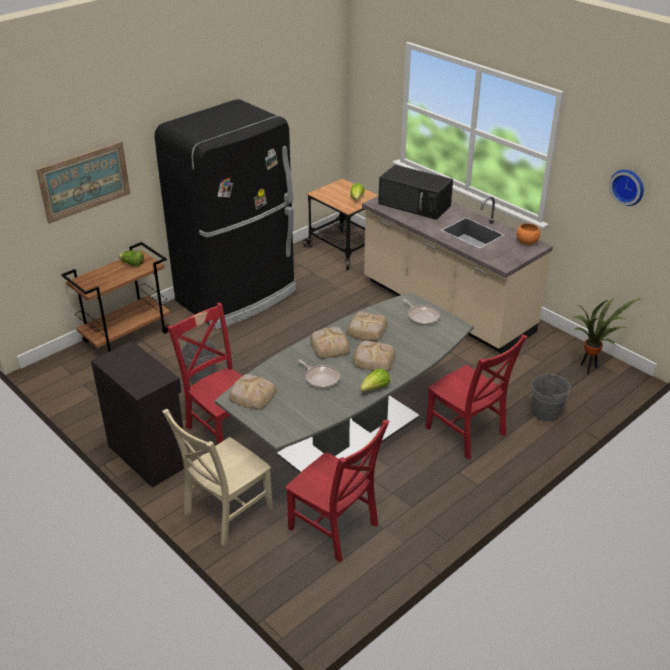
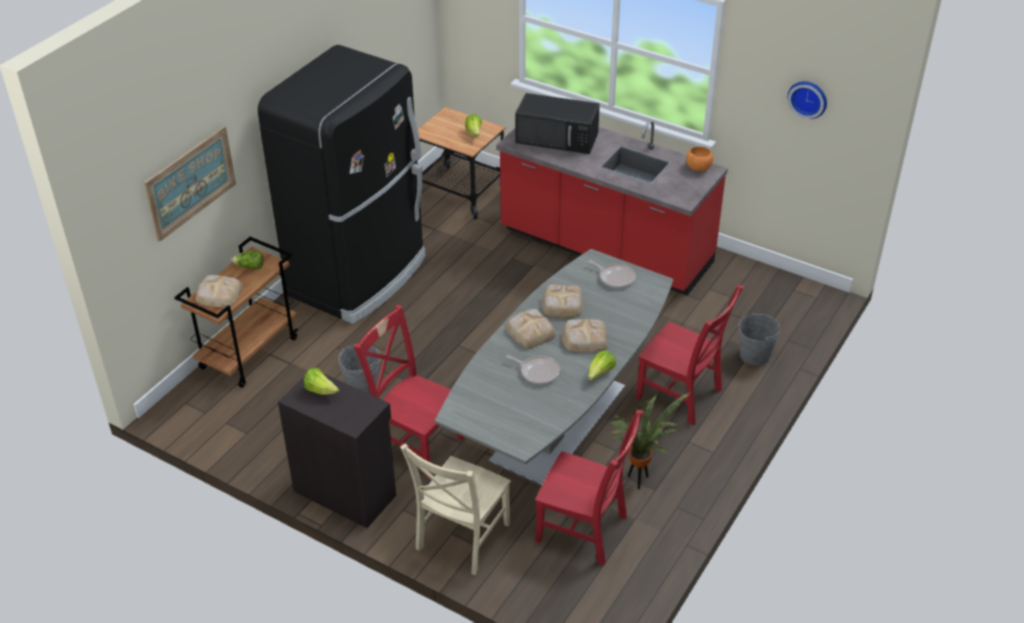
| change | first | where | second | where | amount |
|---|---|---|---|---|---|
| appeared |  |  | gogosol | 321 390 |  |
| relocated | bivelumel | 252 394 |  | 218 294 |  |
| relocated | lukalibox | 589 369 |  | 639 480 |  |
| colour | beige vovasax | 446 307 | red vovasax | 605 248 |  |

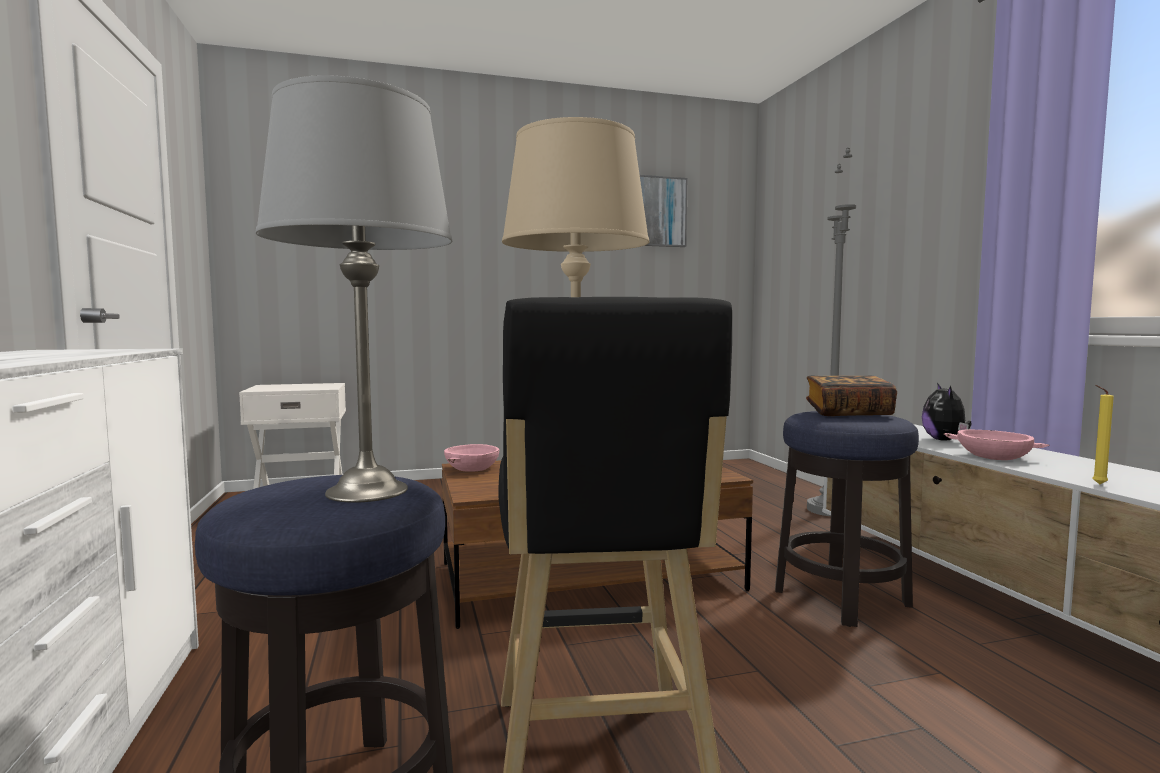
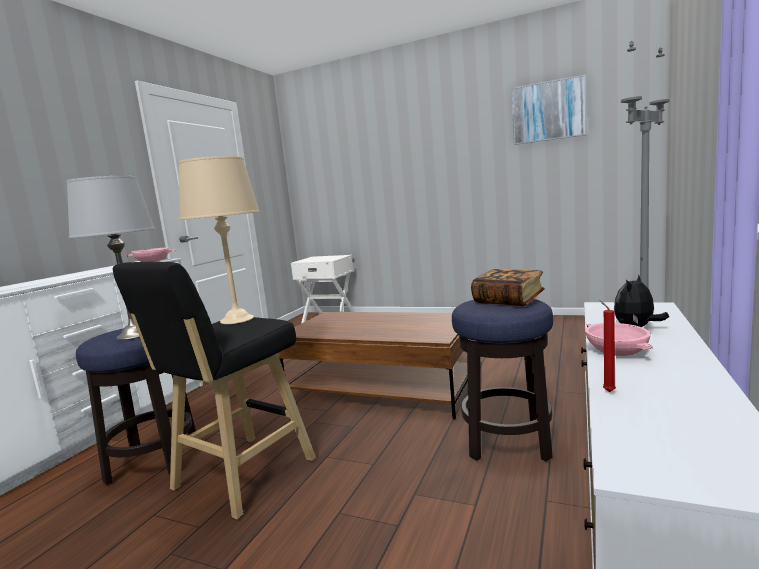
| change | first | where | second | where | amount |
|---|---|---|---|---|---|
| relocated | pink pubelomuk | 471 468 |  | 152 261 |  |
| colour | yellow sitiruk | 1097 484 | red sitiruk | 607 391 |  |

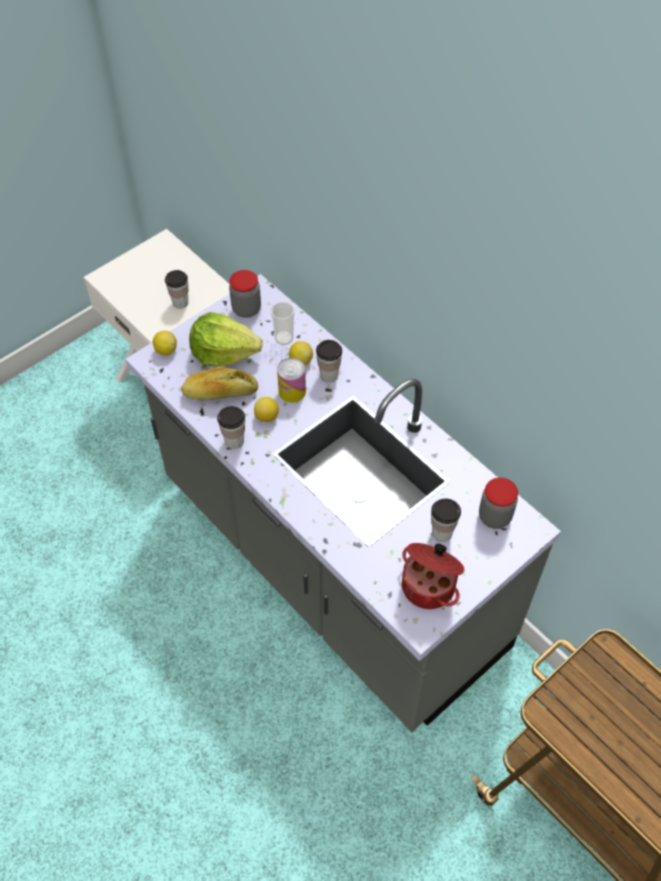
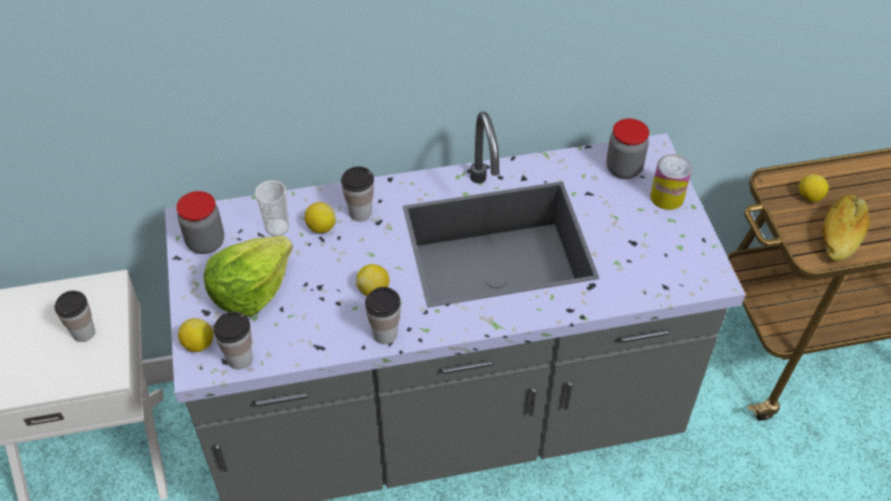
| change | first | where | second | where | amount |
|---|---|---|---|---|---|
| missing | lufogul | 429 585 |  |  |  |
| appeared |  |  | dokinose | 809 197 |  |
| relocated | bivelumel | 220 392 |  | 840 235 |  |
| relocated | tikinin | 292 391 |  | 667 197 |  |
| relocated | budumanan | 442 533 |  | 240 359 |  |

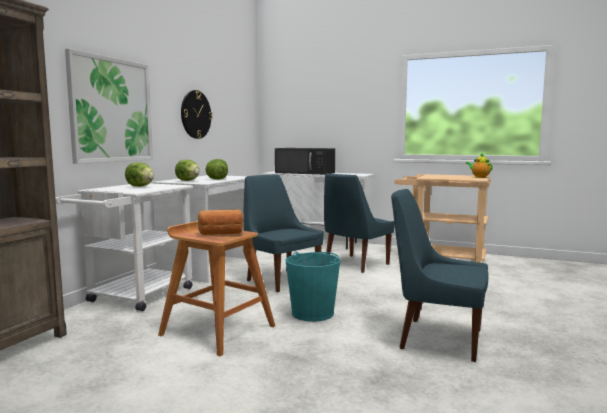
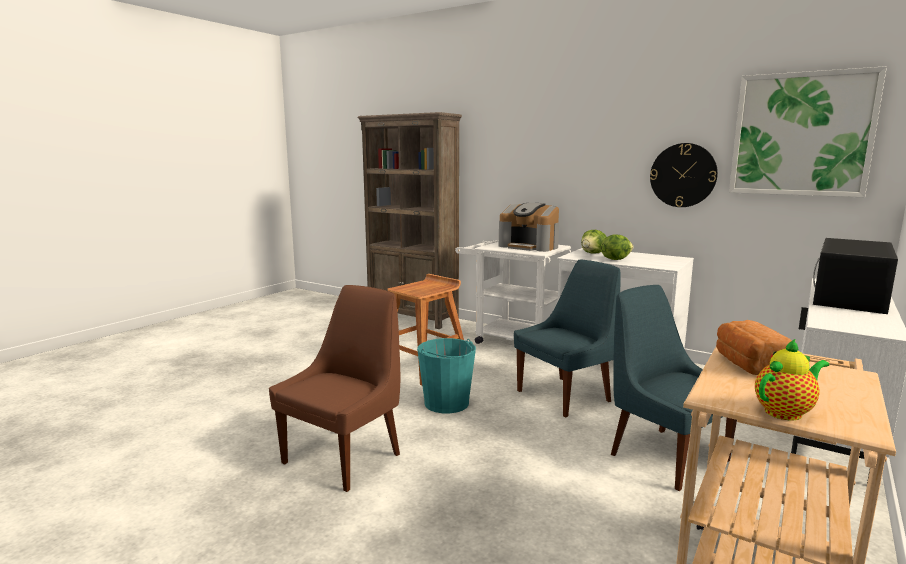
| change | first | where | second | where | amount |
|---|---|---|---|---|---|
| relocated | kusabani | 111 110 |  | 801 134 |  |
| relocated | bivelumel | 221 234 |  | 748 365 |  |
| exchanged | gogosol | 141 186 | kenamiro | 529 246 |  |
| colour | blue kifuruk | 437 338 | brown kifuruk | 345 457 |  |

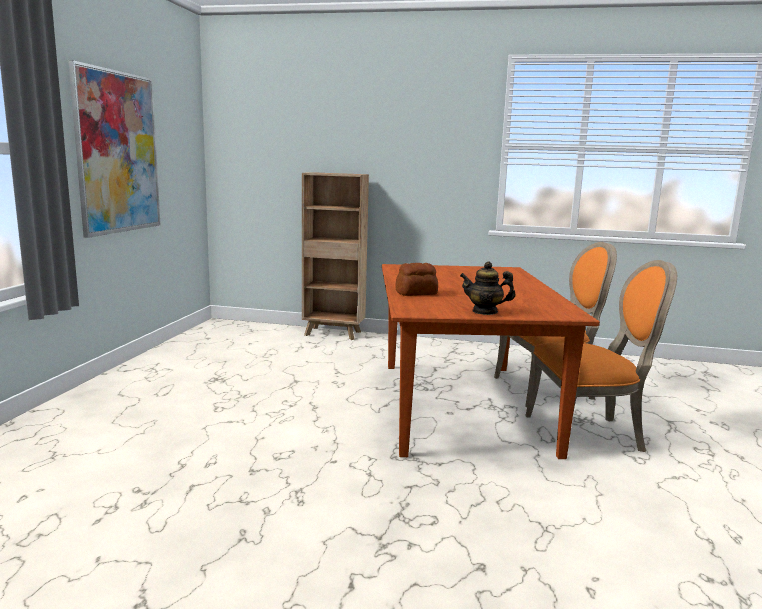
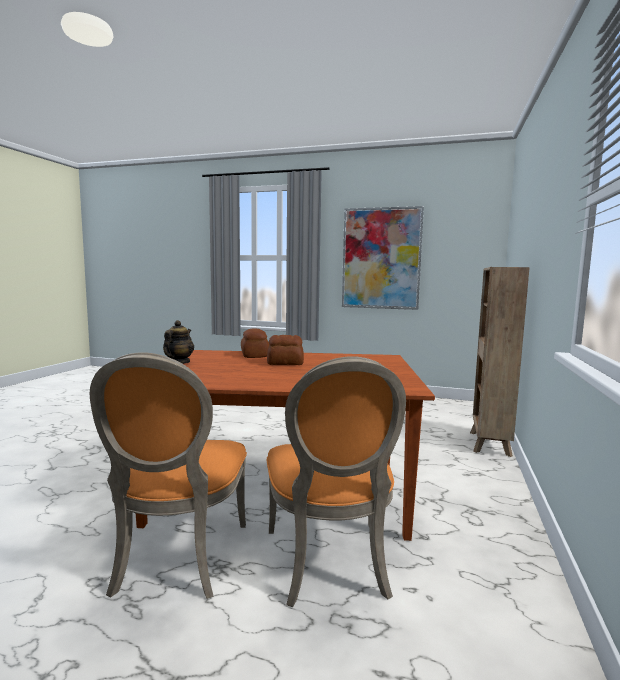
| change | first | where | second | where | amount |
|---|---|---|---|---|---|
| appeared |  |  | bivelumel | 285 363 |  |

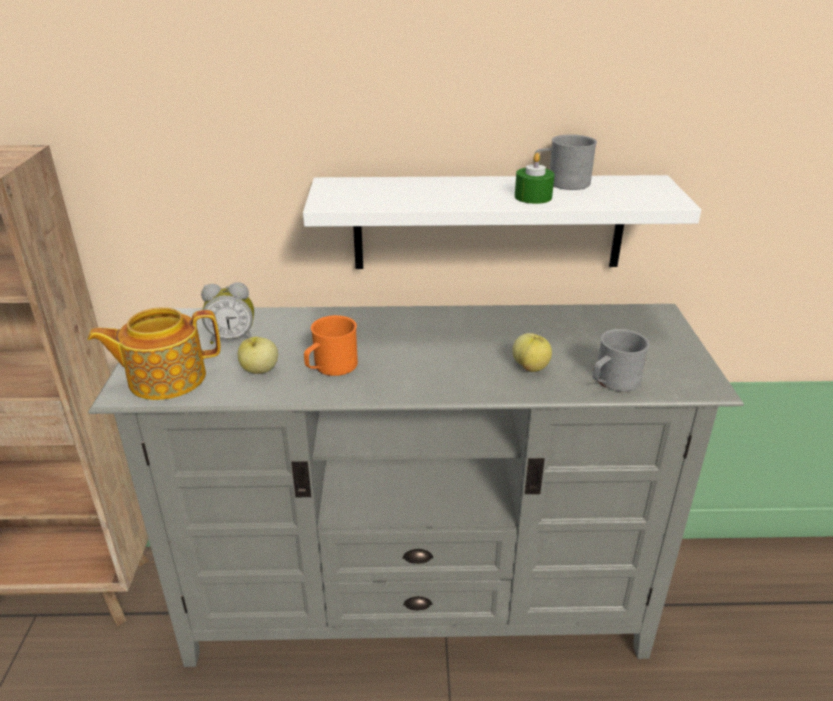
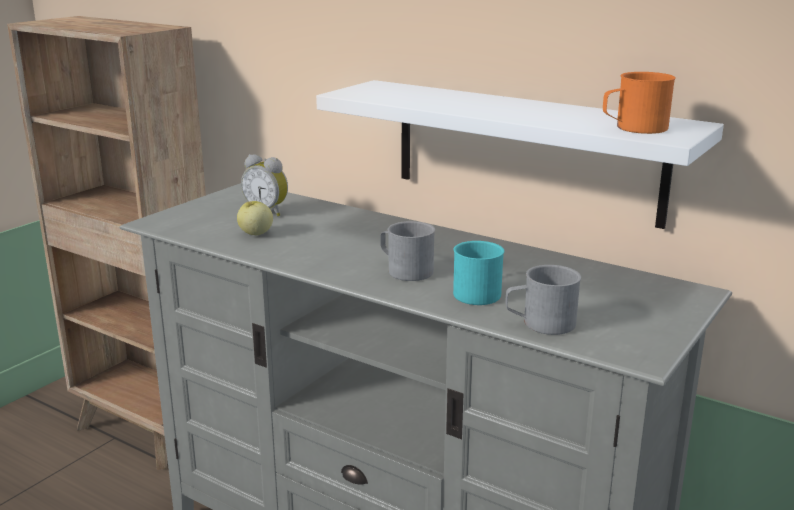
| change | first | where | second | where | amount |
|---|---|---|---|---|---|
| missing | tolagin | 165 378 |  |  |  |
| missing | green sitiruk | 533 197 |  |  |  |
| relocated | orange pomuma | 330 367 |  | 634 128 |  |
| relocated | grey pomuma | 561 183 |  | 405 270 |  |
| exchanged | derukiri | 531 367 | turquoise pomuma | 477 292 |  |

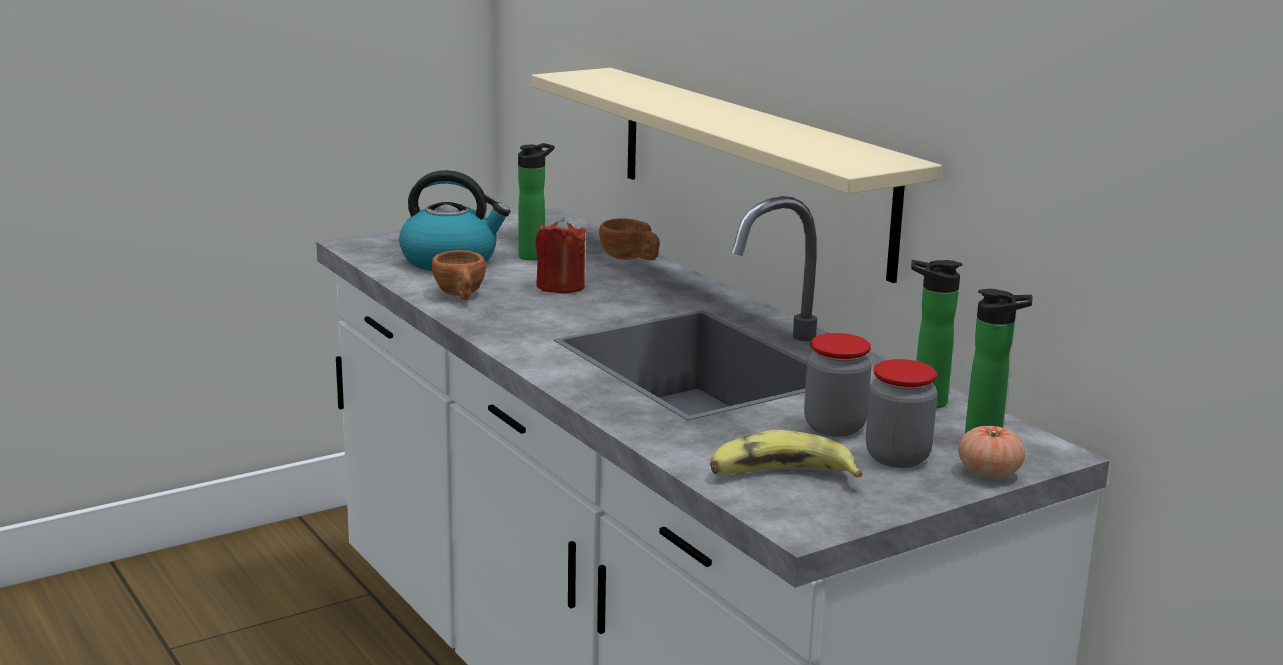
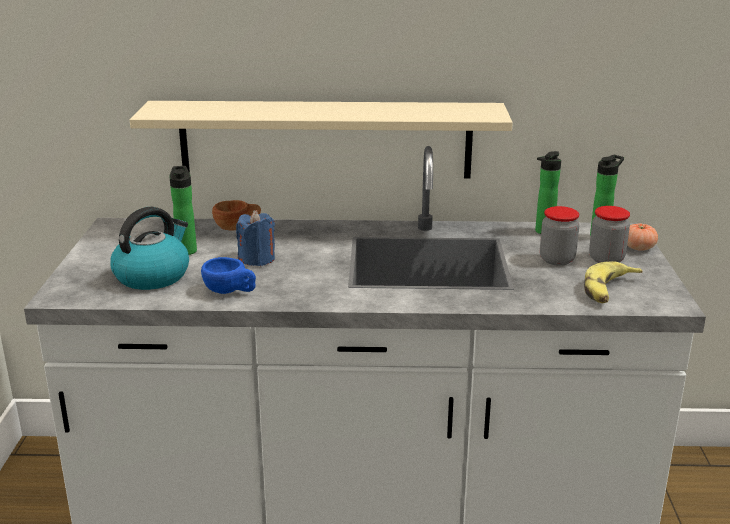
| change | first | where | second | where | amount |
|---|---|---|---|---|---|
| colour | brown budumanan | 461 296 | blue budumanan | 230 291 |  |
| colour | red sitiruk | 560 286 | blue sitiruk | 257 259 |  |

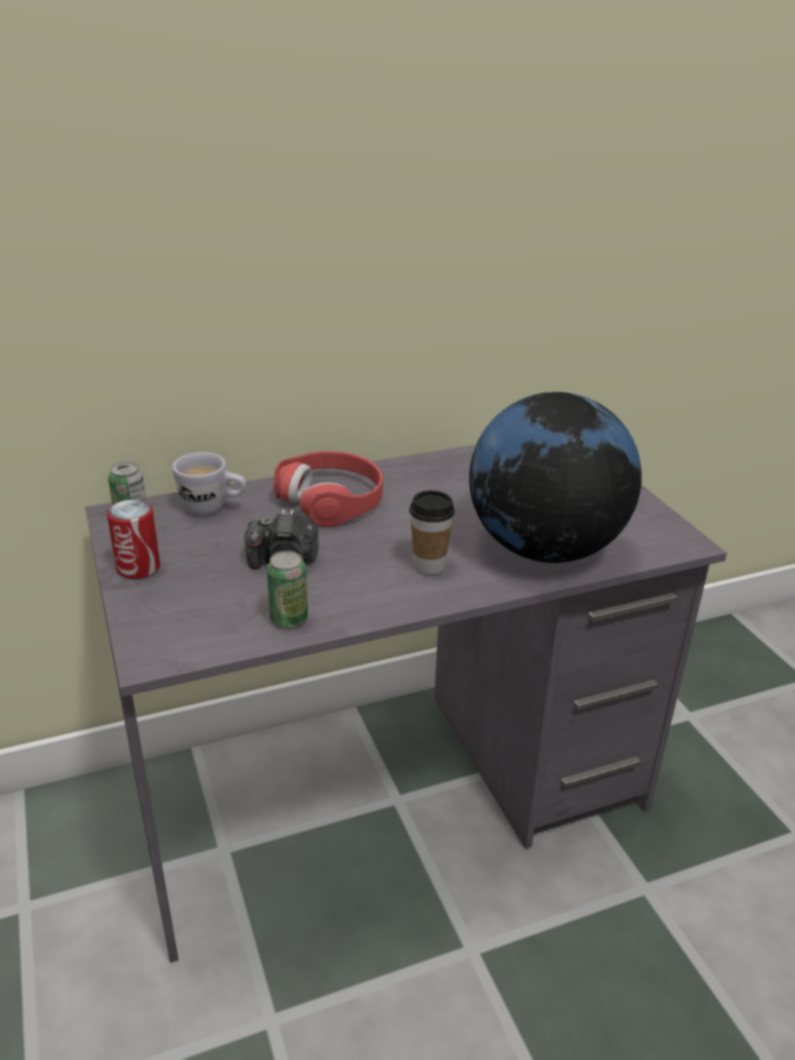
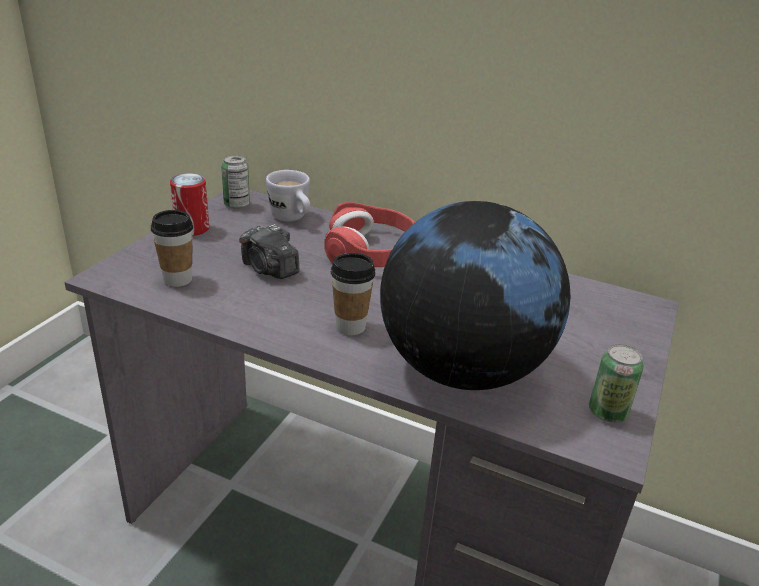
| change | first | where | second | where | amount |
|---|---|---|---|---|---|
| appeared |  |  | budumanan | 177 279 |  |
| relocated | tikinin | 289 619 |  | 607 412 |  |

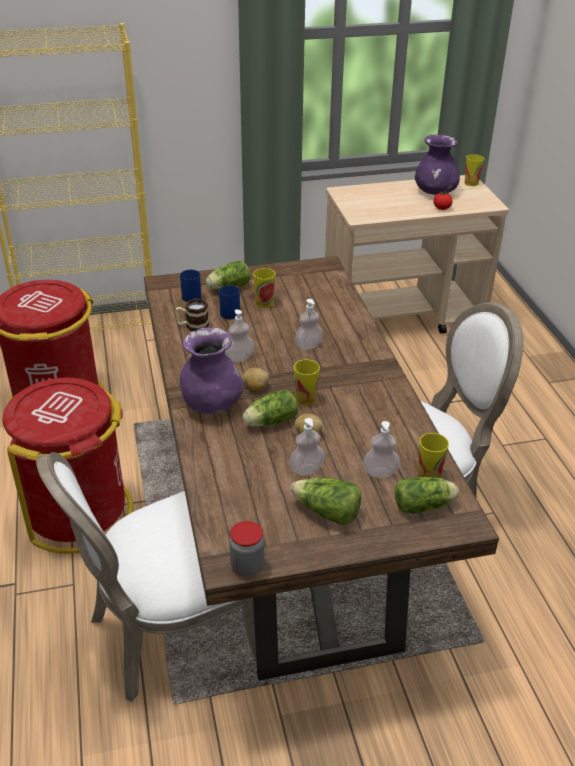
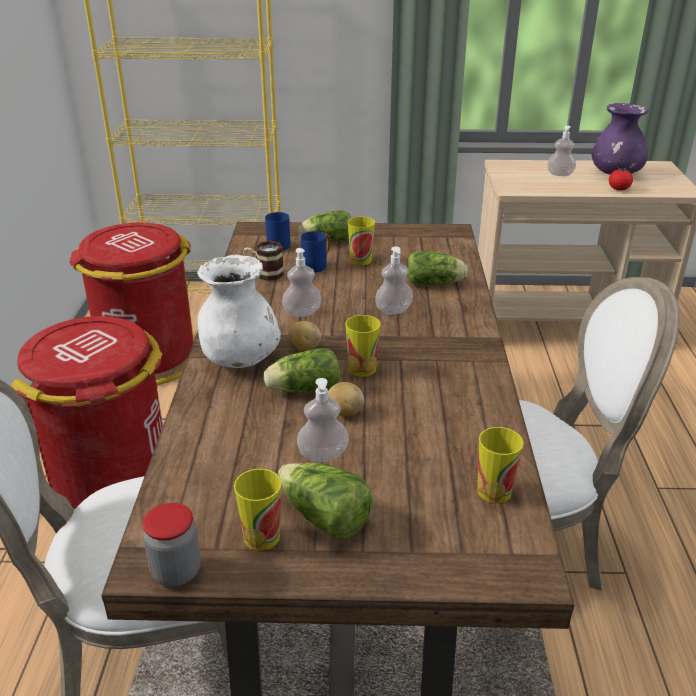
| change | first | where | second | where | amount |
|---|---|---|---|---|---|
| relocated | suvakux | 380 472 |  | 560 174 |  |
| relocated | gogosol | 425 506 |  | 436 283 |  |
| relocated | budumanan | 471 183 |  | 261 537 |  |
| colour | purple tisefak | 211 405 | white tisefak | 240 359 |  |

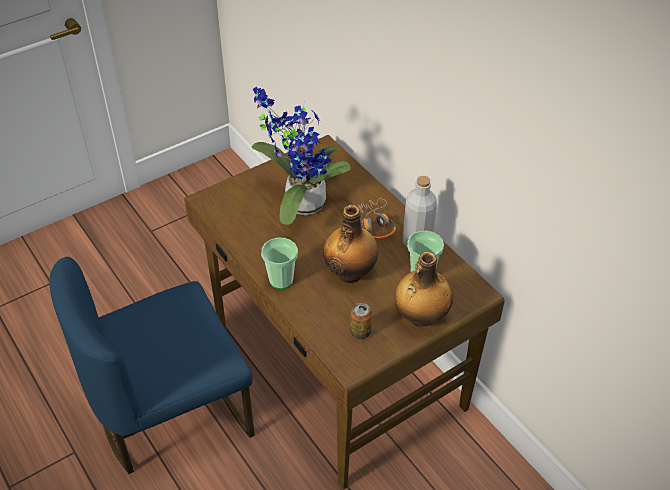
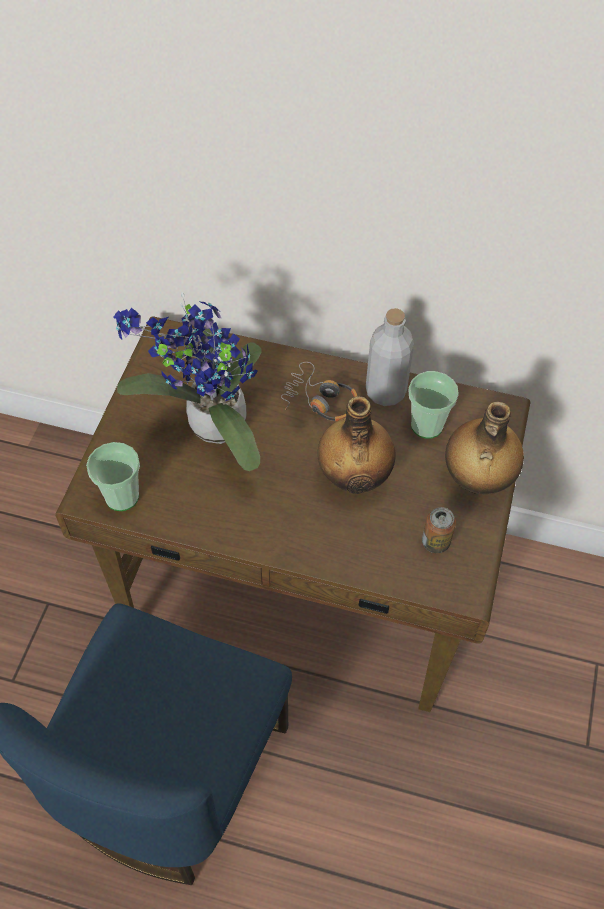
| change | first | where | second | where | amount |
|---|---|---|---|---|---|
| relocated | budumanan | 281 280 |  | 122 496 |  |

